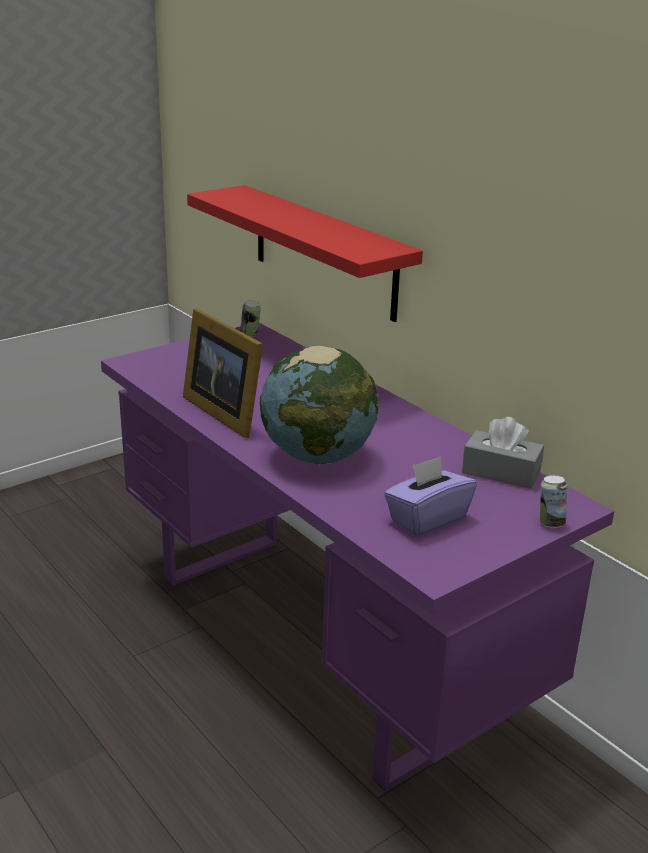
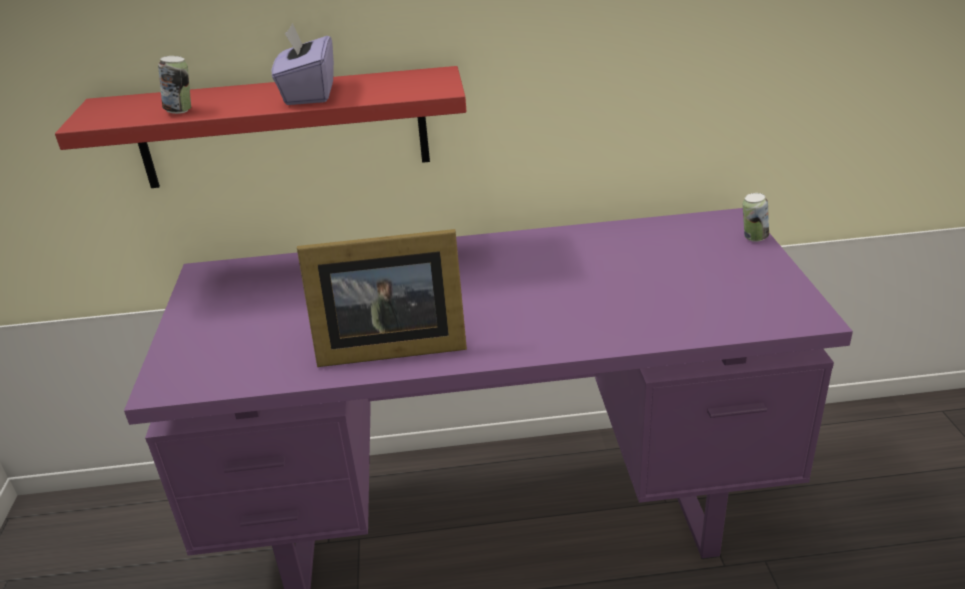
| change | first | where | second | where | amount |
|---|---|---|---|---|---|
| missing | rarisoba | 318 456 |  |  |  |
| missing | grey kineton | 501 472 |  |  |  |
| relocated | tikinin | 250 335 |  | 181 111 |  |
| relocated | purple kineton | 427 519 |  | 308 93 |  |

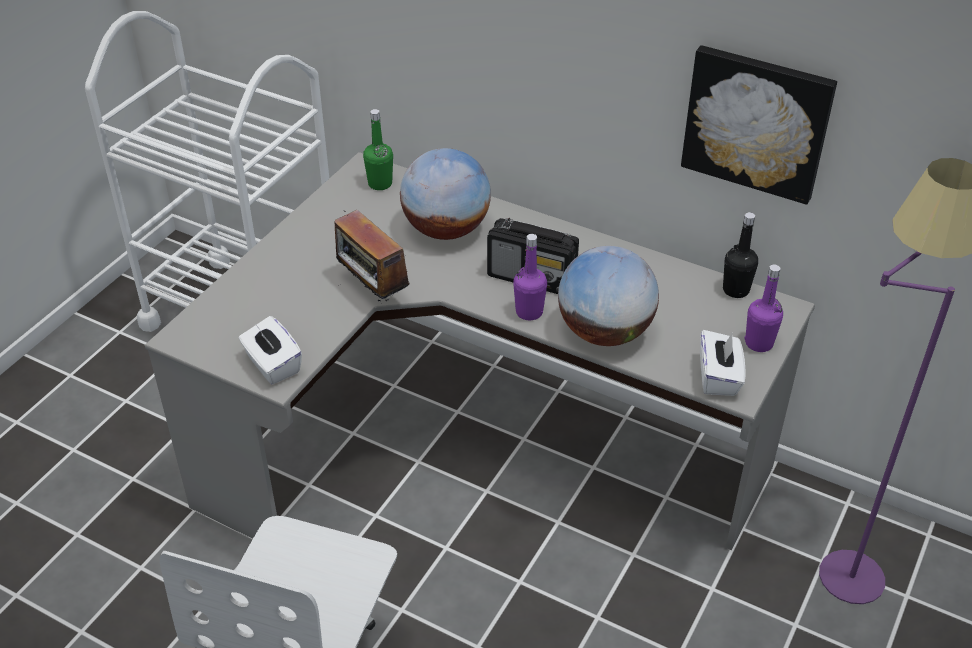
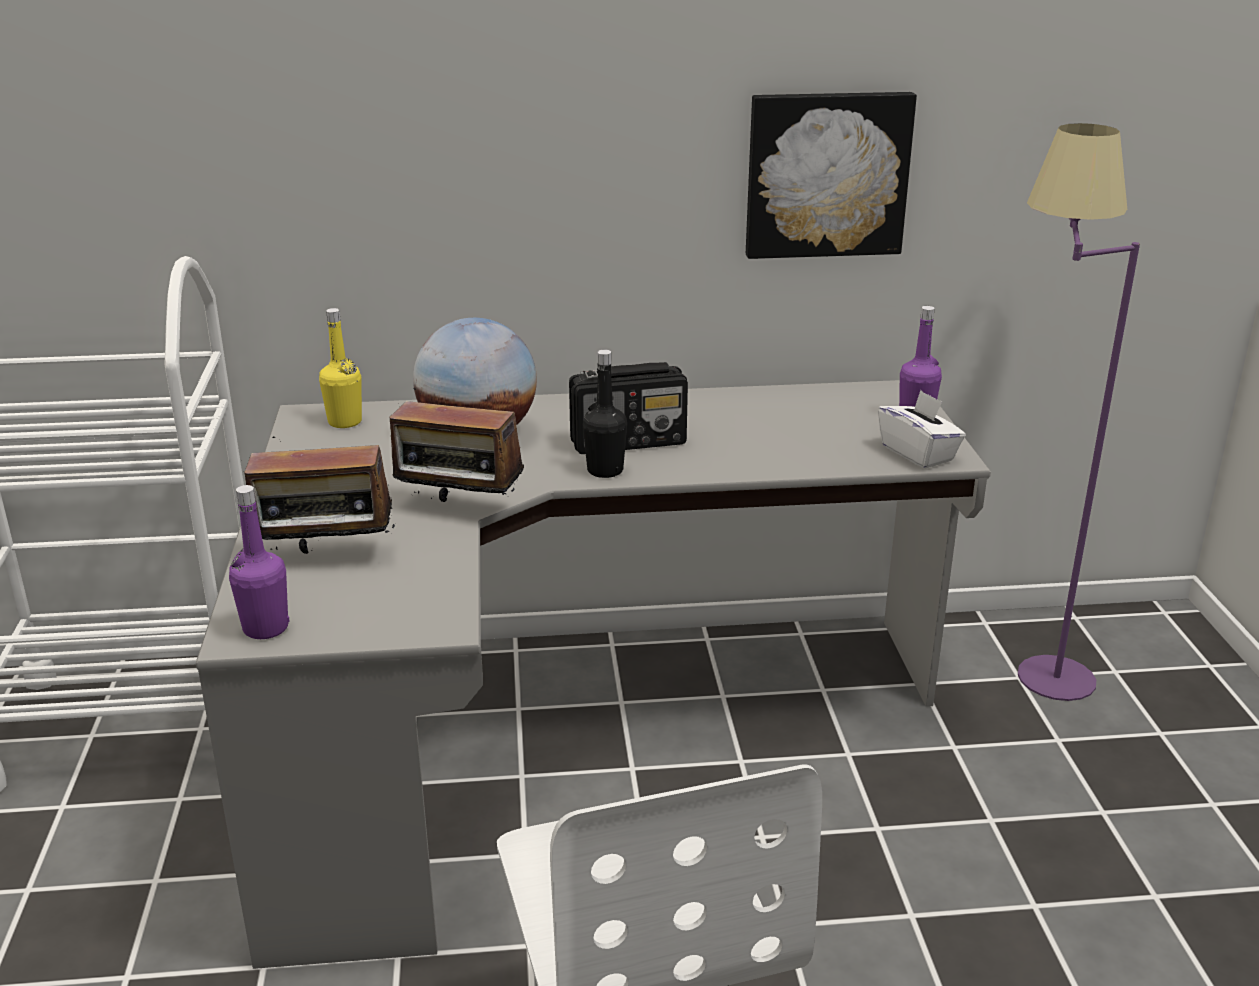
| change | first | where | second | where | amount |
|---|---|---|---|---|---|
| missing | white kineton | 272 365 |  |  |  |
| missing | rarisoba | 605 332 |  |  |  |
| appeared |  |  | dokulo | 327 558 |  |
| relocated | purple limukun | 529 312 |  | 265 628 |  |
| relocated | black limukun | 736 290 |  | 605 470 |  |
| colour | green limukun | 380 184 | yellow limukun | 345 422 |  |

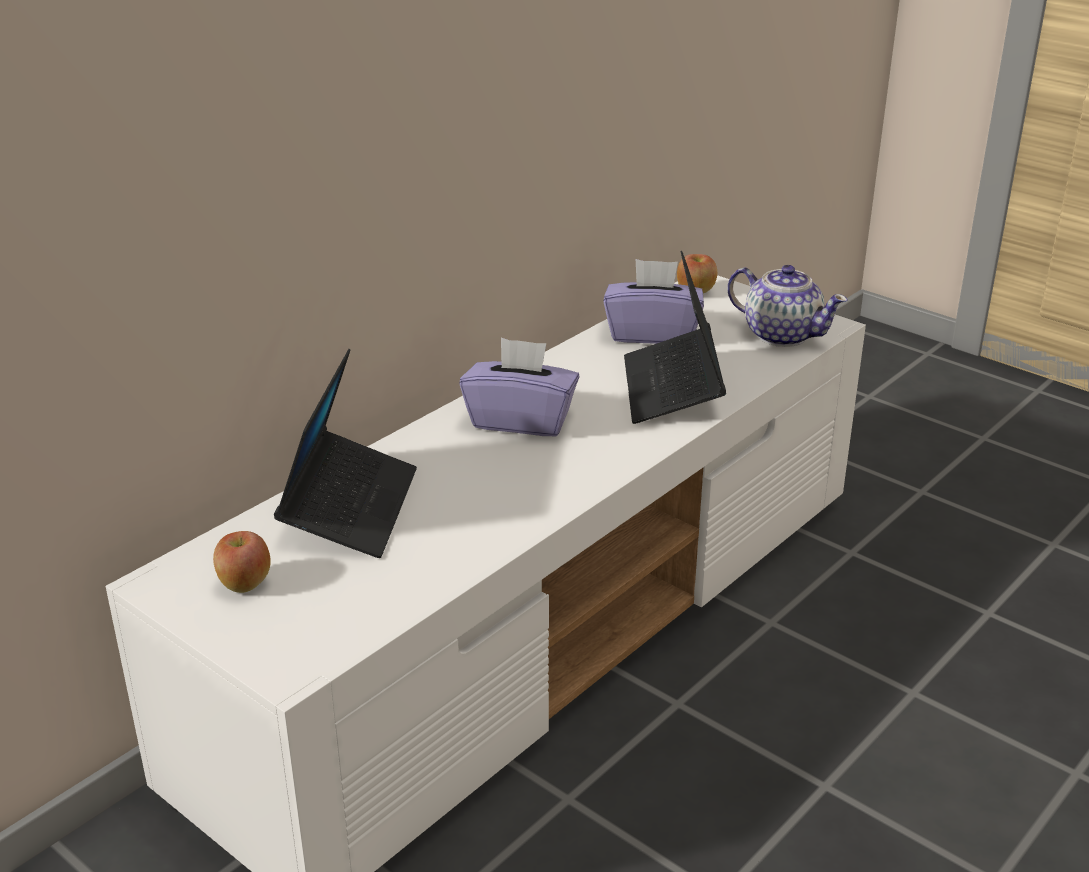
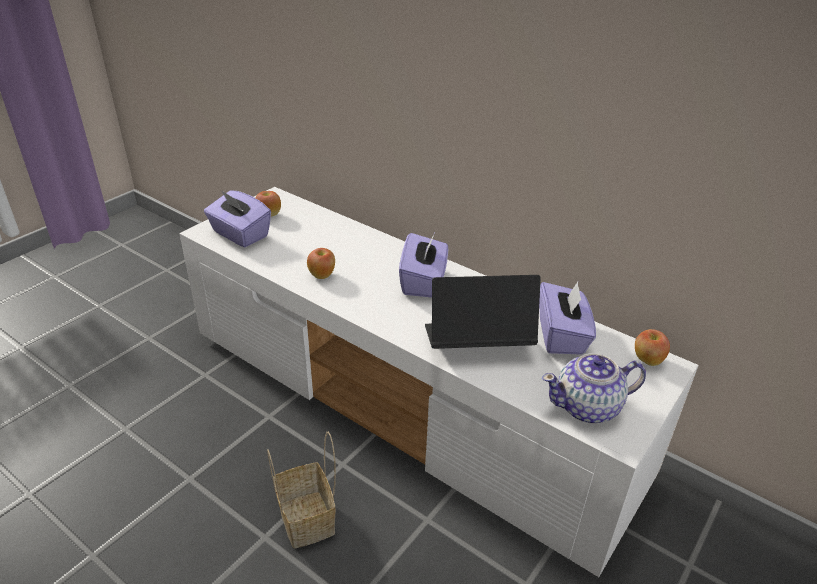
| change | first | where | second | where | amount |
|---|---|---|---|---|---|
| missing | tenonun | 350 507 |  |  |  |
| appeared |  |  | purple kineton | 240 234 |  |
| appeared |  |  | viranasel | 308 520 |  |
| appeared |  |  | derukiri | 322 275 |  |
| spun | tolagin | 781 334 |  | 588 407 | 45 degrees clockwise |

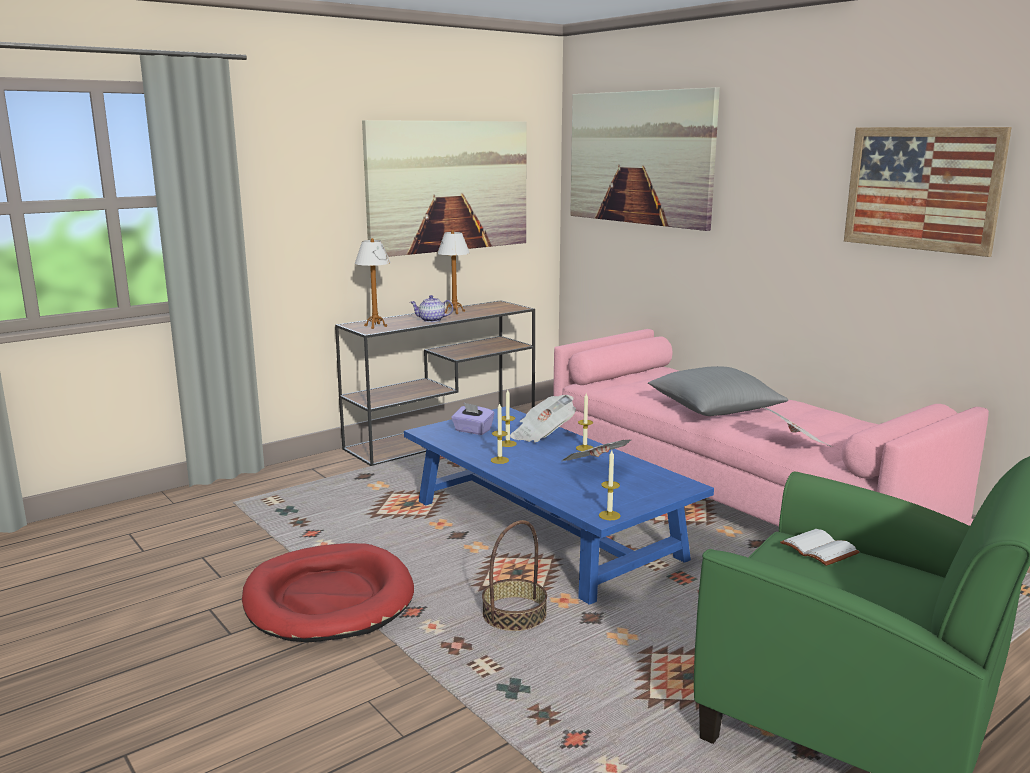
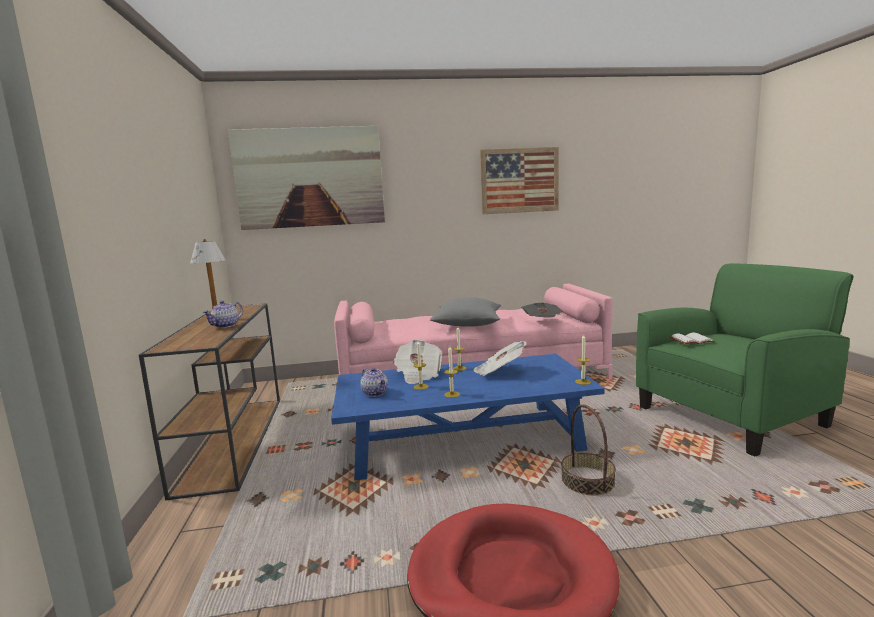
| change | first | where | second | where | amount |
|---|---|---|---|---|---|
| missing | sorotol | 375 326 |  |  |  |
| missing | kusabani | 449 186 |  |  |  |
| exchanged | purple kineton | 472 430 | tolagin | 375 393 |  |

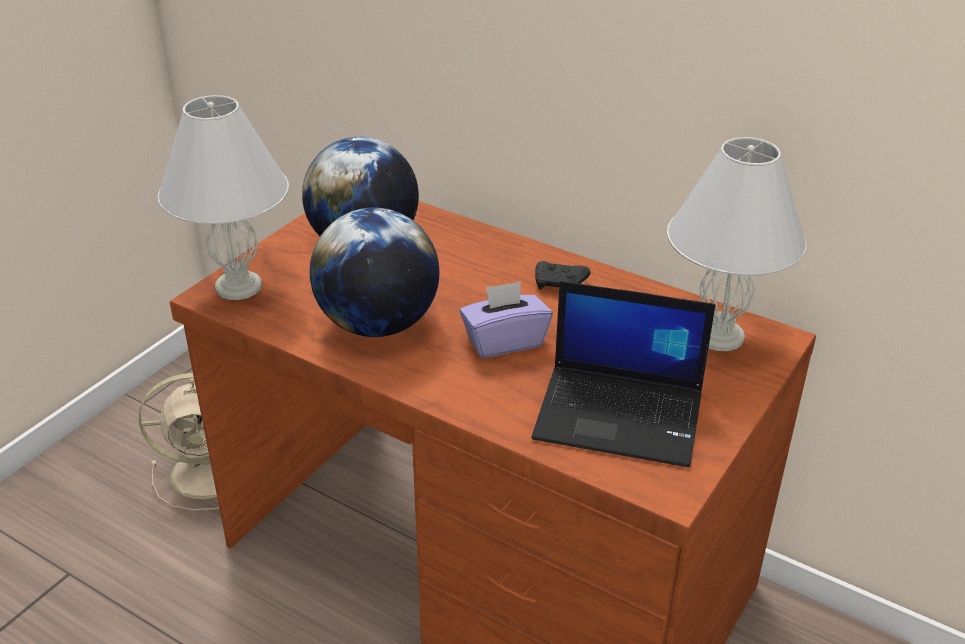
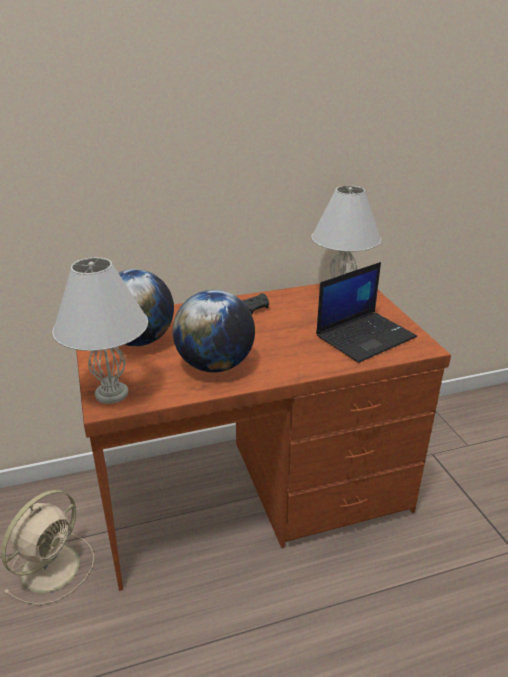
| change | first | where | second | where | amount |
|---|---|---|---|---|---|
| missing | purple kineton | 504 341 |  |  |  |

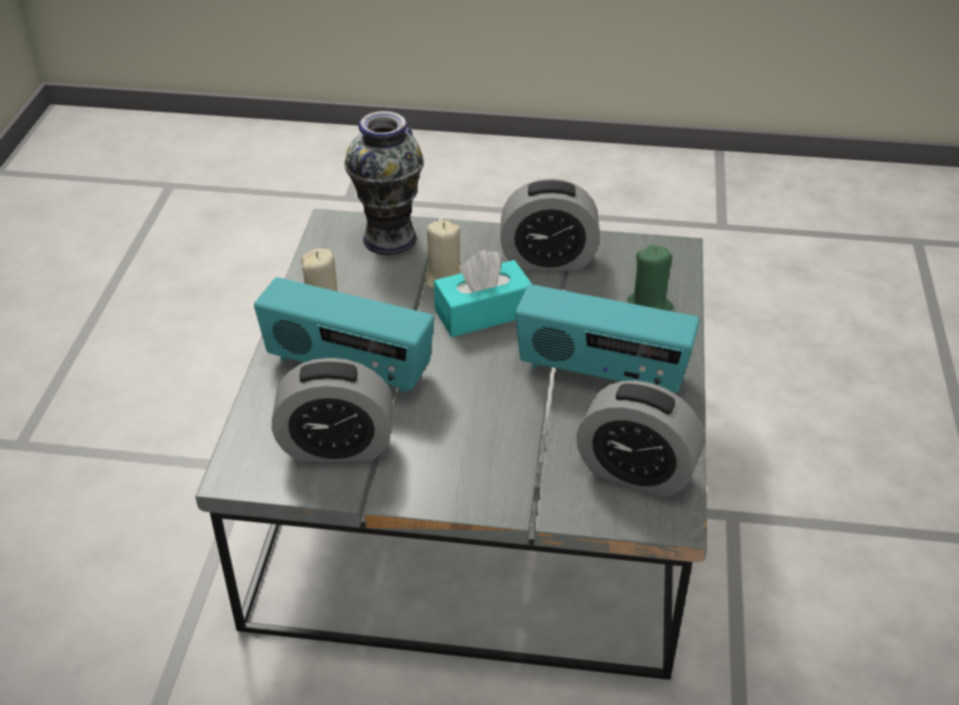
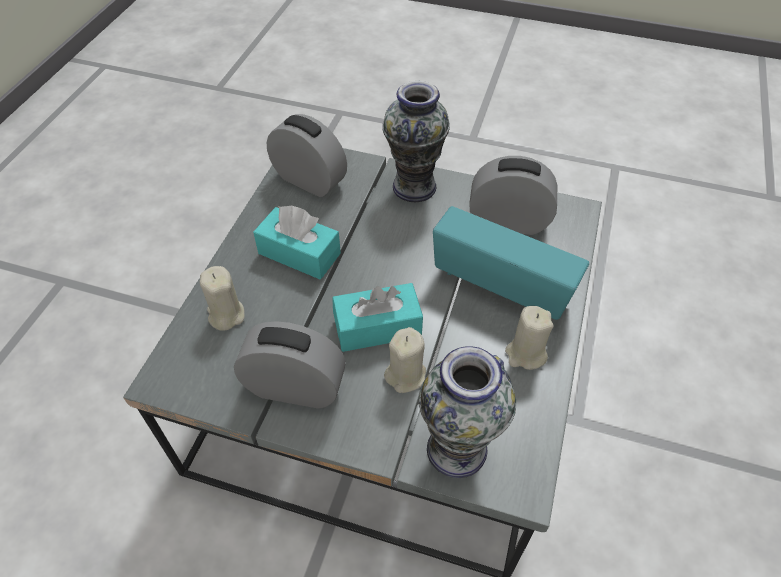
| change | first | where | second | where | amount |
|---|---|---|---|---|---|
| appeared |  |  | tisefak | 415 186 |  |
| exchanged | dokulo | 601 373 | turquoise kineton | 299 253 |  |
| colour | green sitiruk | 649 305 | beige sitiruk | 226 315 |  |

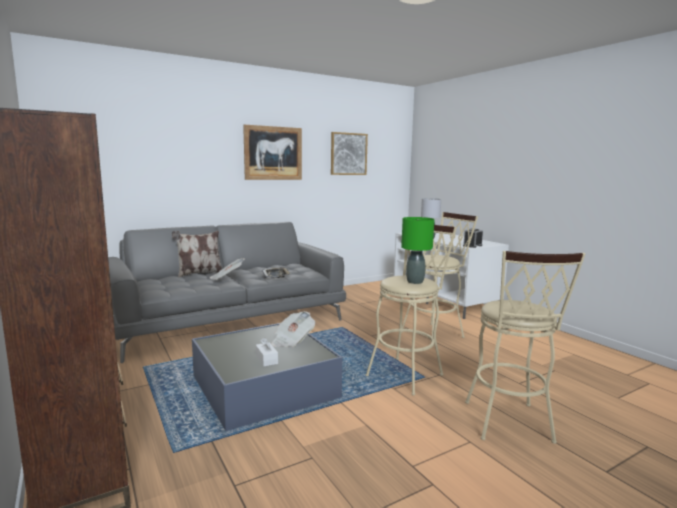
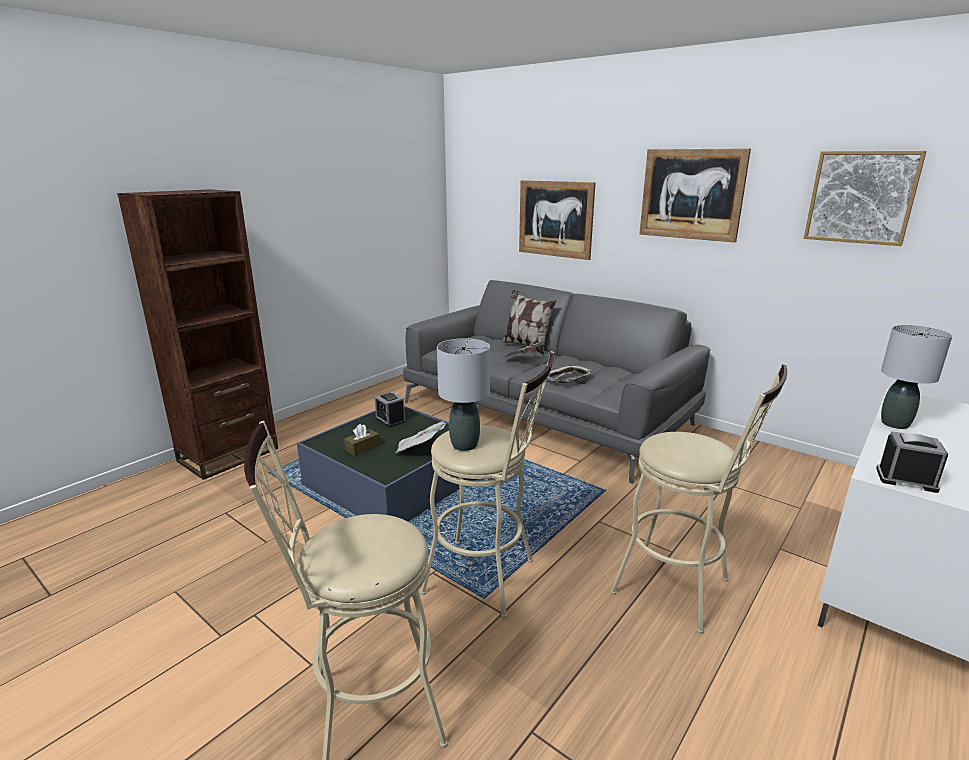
| change | first | where | second | where | amount |
|---|---|---|---|---|---|
| appeared |  |  | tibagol | 390 420 |  |
| appeared |  |  | kusabani | 555 219 |  |
| colour | white kineton | 266 359 | brown kineton | 362 448 |  |
| colour | green sorotol | 415 282 | grey sorotol | 465 445 |  |

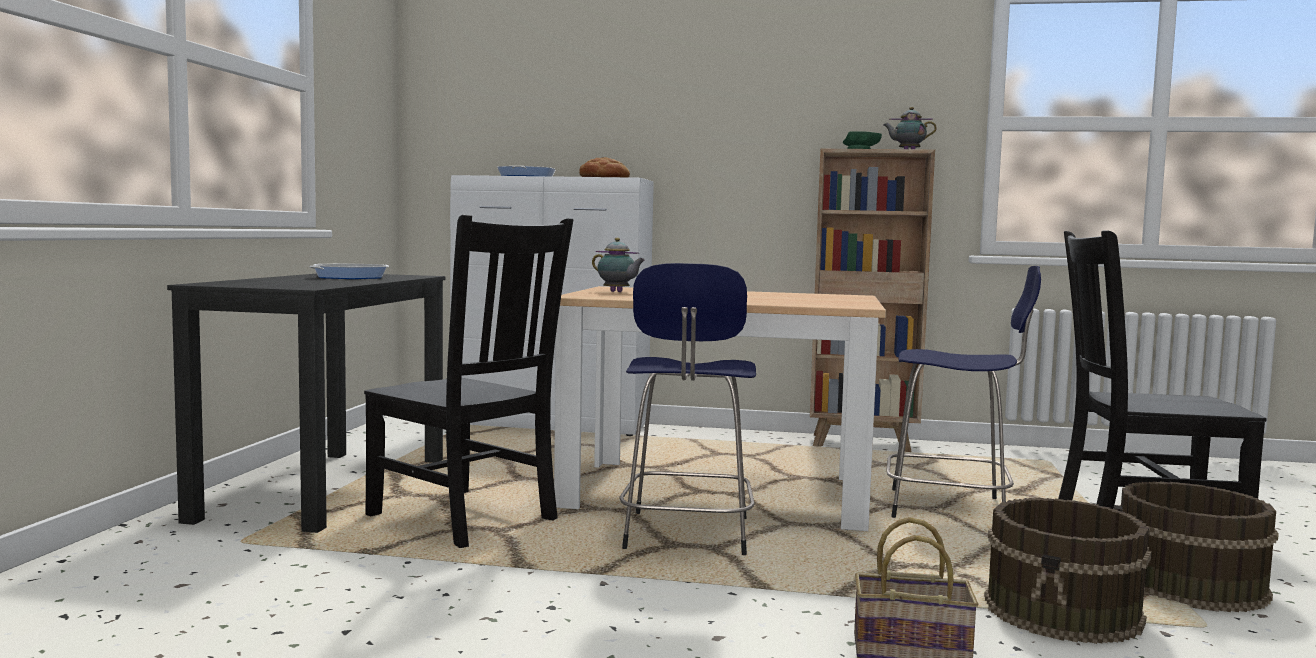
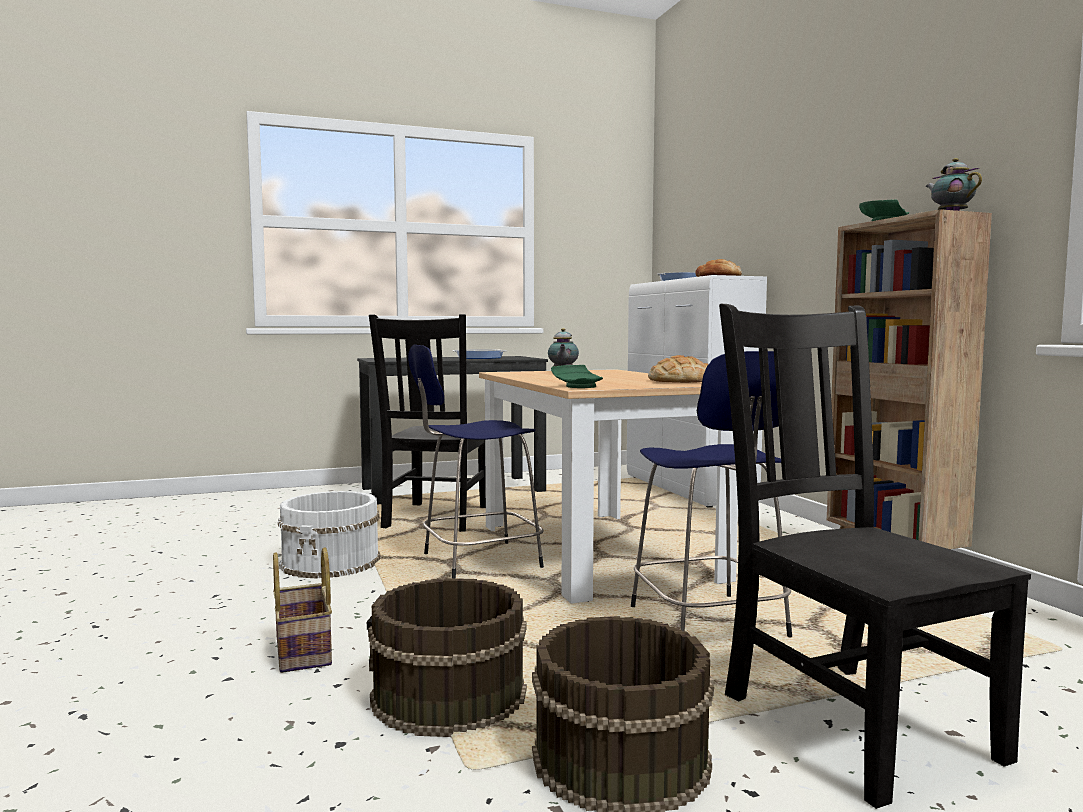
| change | first | where | second | where | amount |
|---|---|---|---|---|---|
| appeared |  |  | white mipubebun | 332 562 |  |
| appeared |  |  | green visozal | 578 386 |  |
| appeared |  |  | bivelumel | 680 381 |  |

